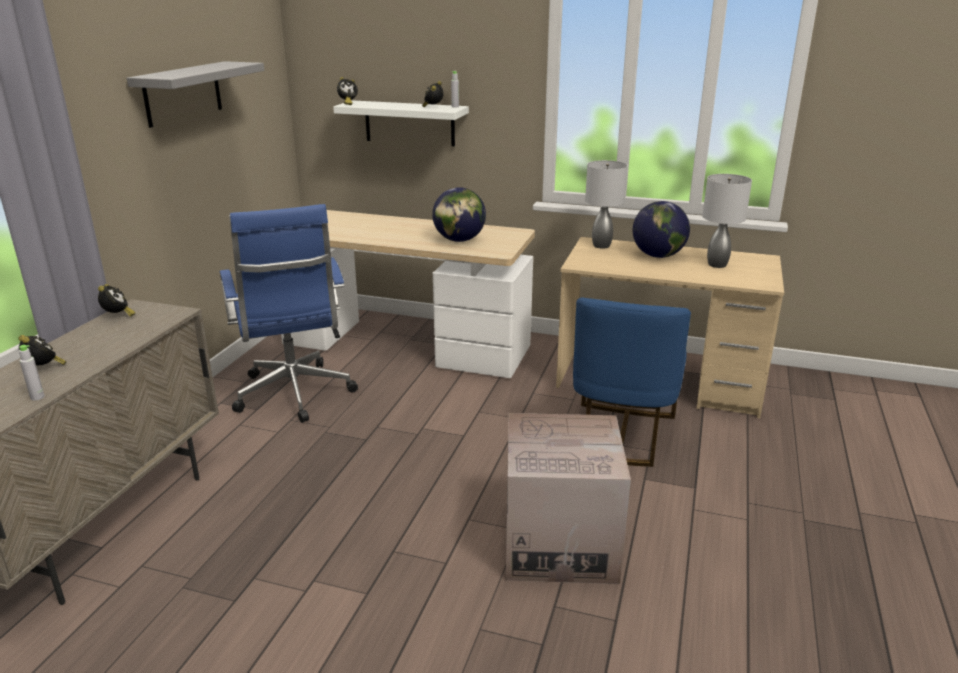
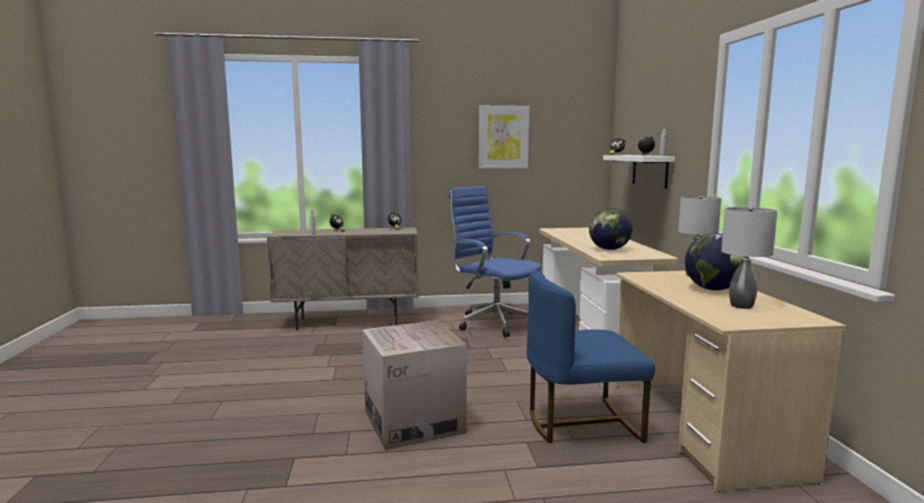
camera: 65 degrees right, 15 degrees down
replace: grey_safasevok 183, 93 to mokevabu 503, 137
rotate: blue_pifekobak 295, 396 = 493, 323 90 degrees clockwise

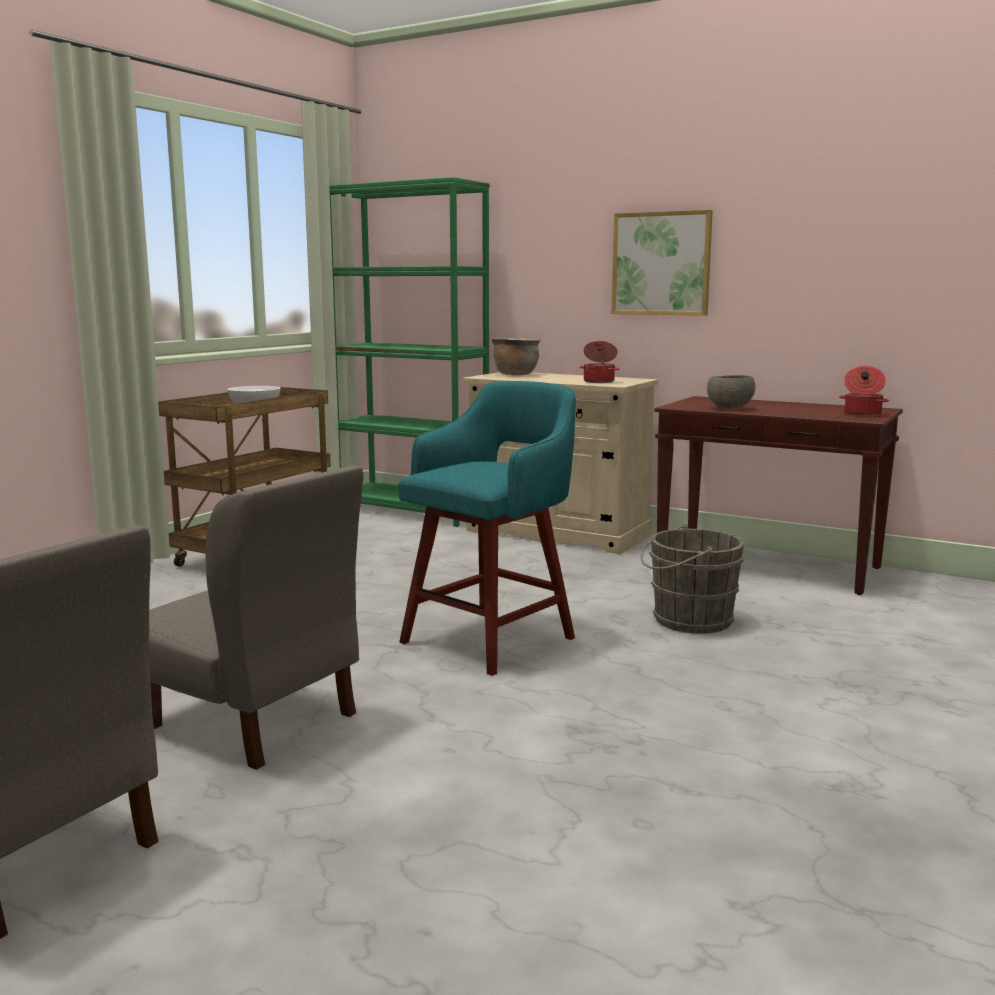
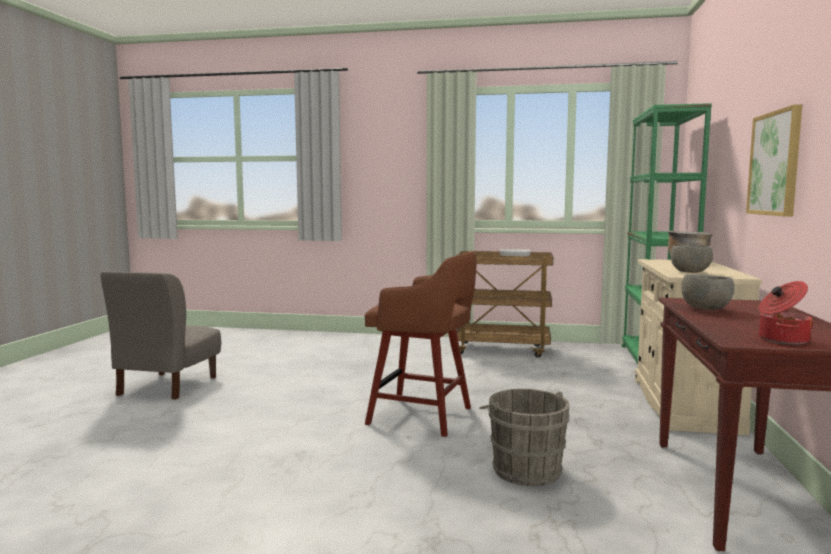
camera: 70 degrees right, 5 degrees down
delete: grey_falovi 254, 720
replace: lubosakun 599, 381 to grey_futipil 690, 272
recolor: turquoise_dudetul 492, 639 to brown_dudetul 423, 416

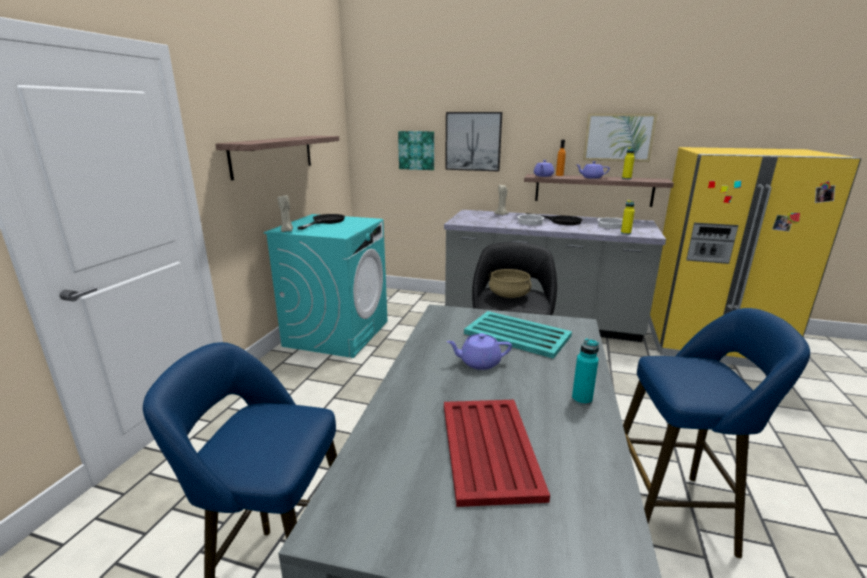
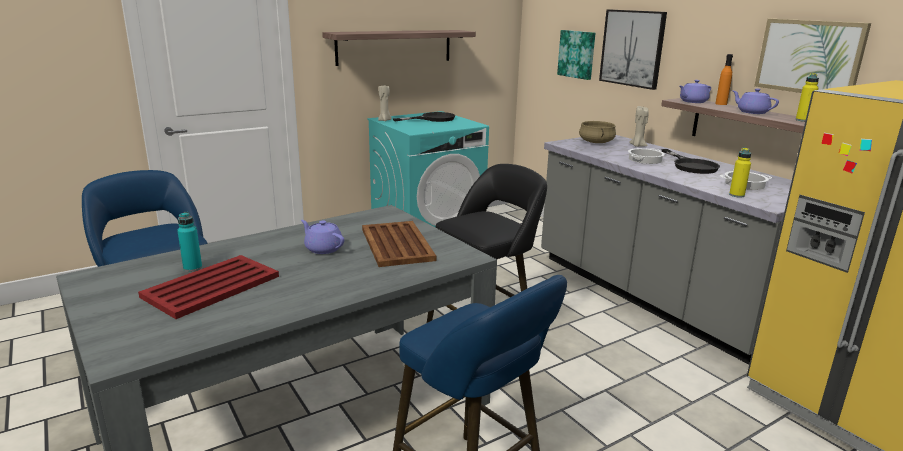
camera: 40 degrees right, 0 degrees up
move: beige_lubosakun 508, 295 to 596, 142; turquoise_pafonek 582, 399 to 192, 268
recolor: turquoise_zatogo 518, 335 to brown_zatogo 397, 245

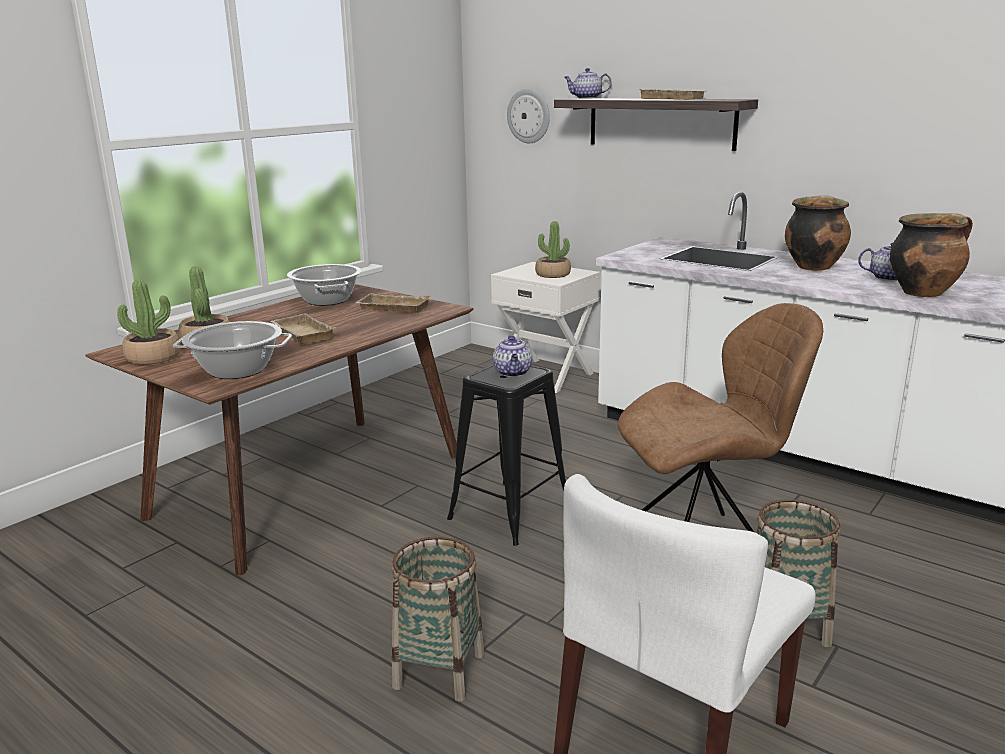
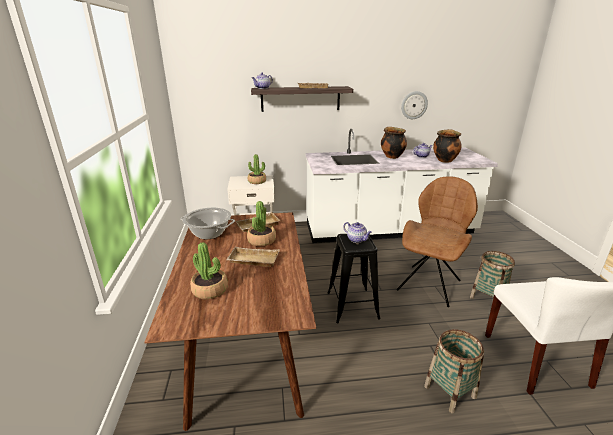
camera: 45 degrees left, 5 degrees up
delete: lubosakun 236, 370
move: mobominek 529, 116 to 414, 105; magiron 153, 357 to 261, 240

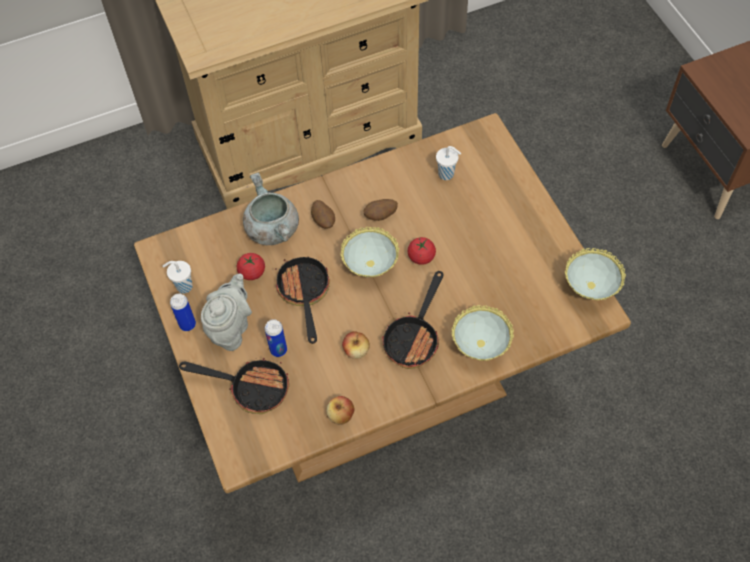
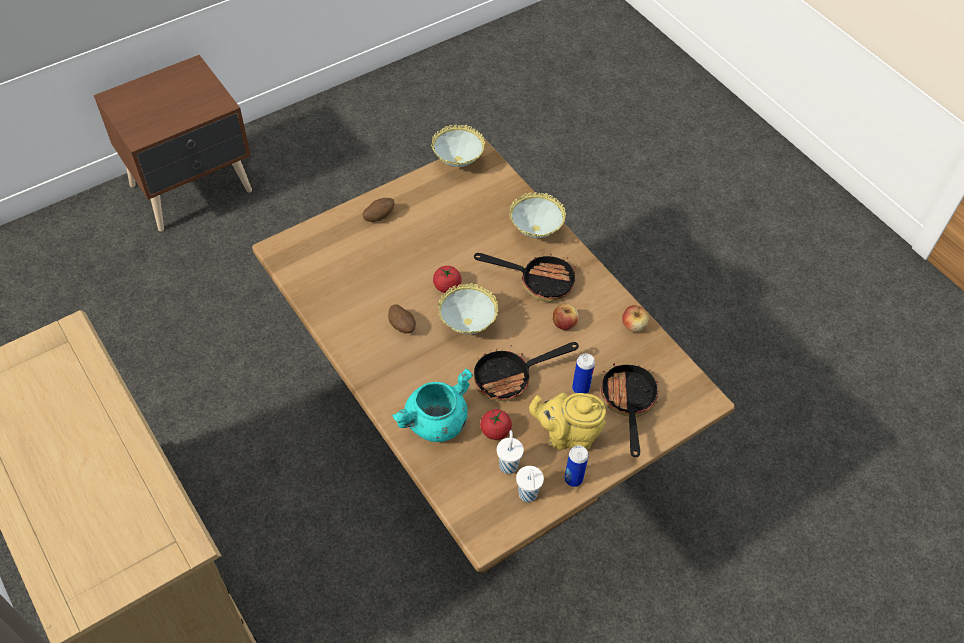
camera: 105 degrees left, 5 degrees down
move: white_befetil 447, 174 to 508, 465; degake 324, 221 to 379, 216
recolor: grey_lubosakun 272, 229 to turquoise_lubosakun 435, 423; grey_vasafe 231, 328 to yellow_vasafe 567, 436

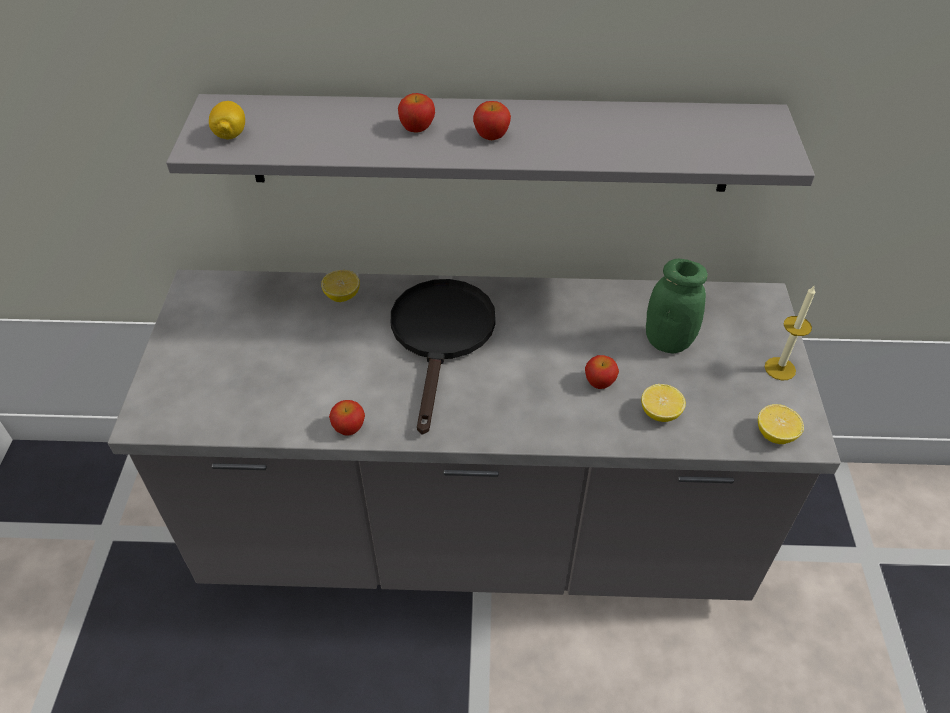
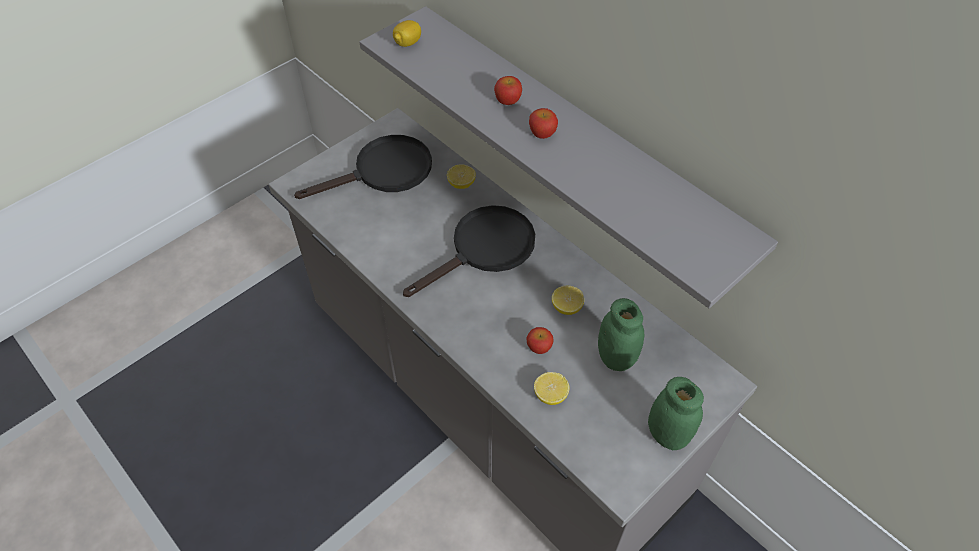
camera: 45 degrees right, 5 degrees up
delete: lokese 349, 428
insert: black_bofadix 383, 172
move: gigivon 775, 434 to 566, 307
replace: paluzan 780, 368 to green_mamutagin 667, 434

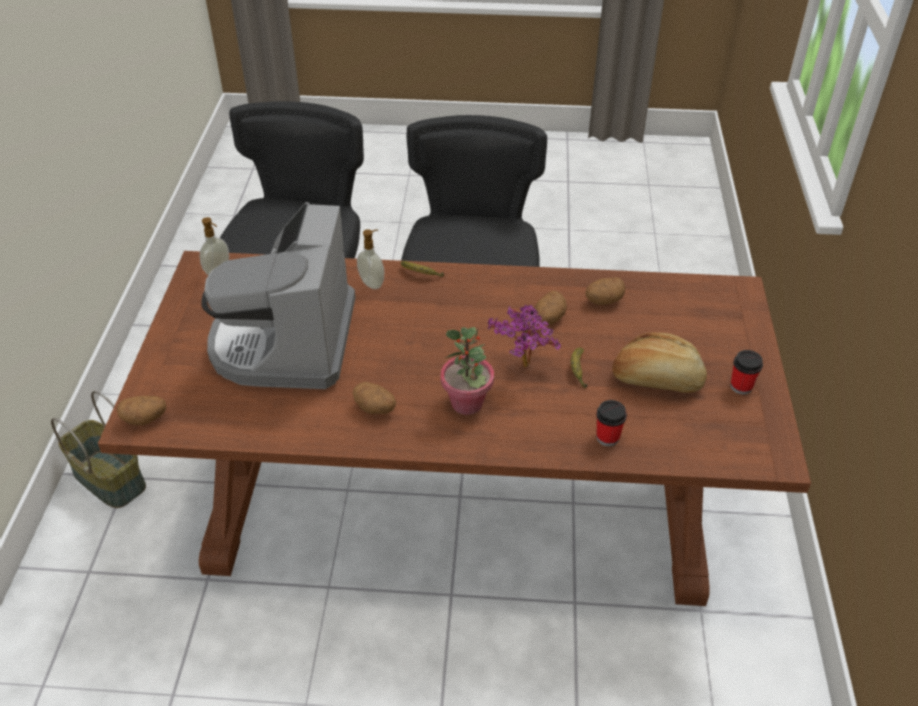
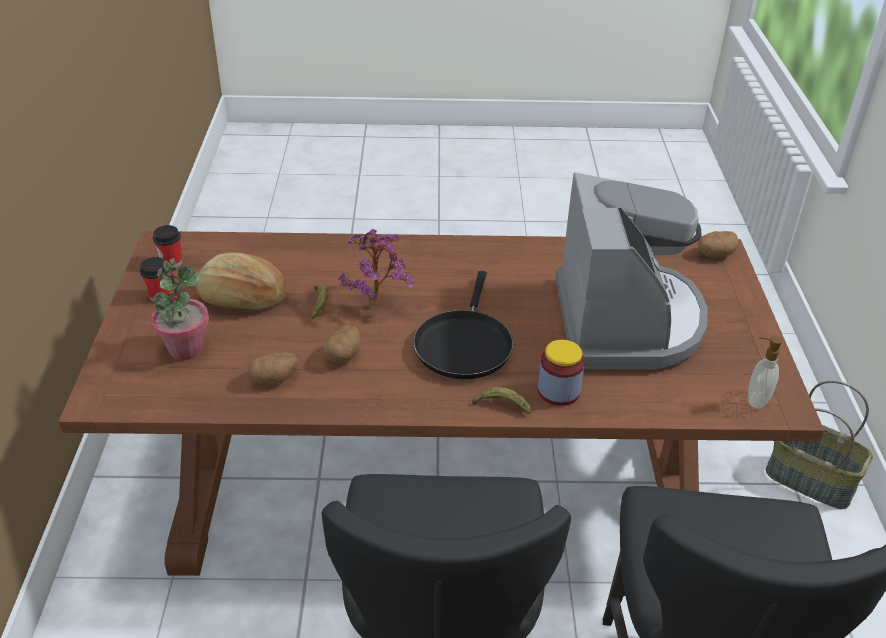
camera: 175 degrees right, 5 degrees down
delete: degake 375, 408
insert: black_bofadix 464, 344
move: magiron 467, 403 to 185, 349; befetil 607, 437 to 171, 262
replace: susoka 372, 283 to mamutagin 558, 391

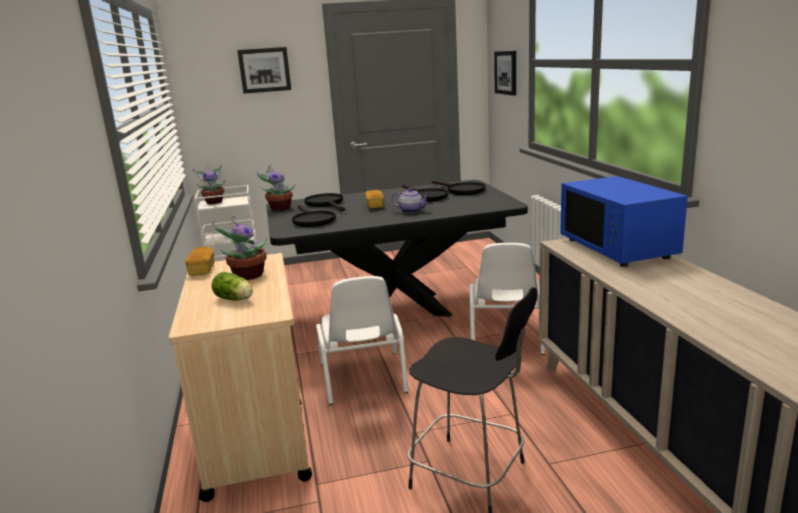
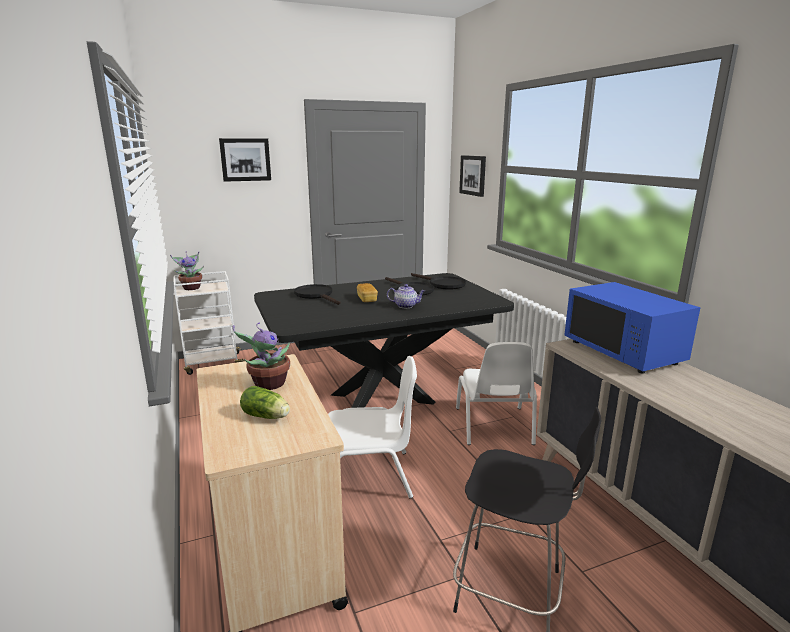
camera: 10 degrees left, 0 degrees up
delete: magiron 279, 208; black_bofadix 312, 220; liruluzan 202, 270
rotate: white_falovi 363, 378 = 369, 476 75 degrees counterclockwise

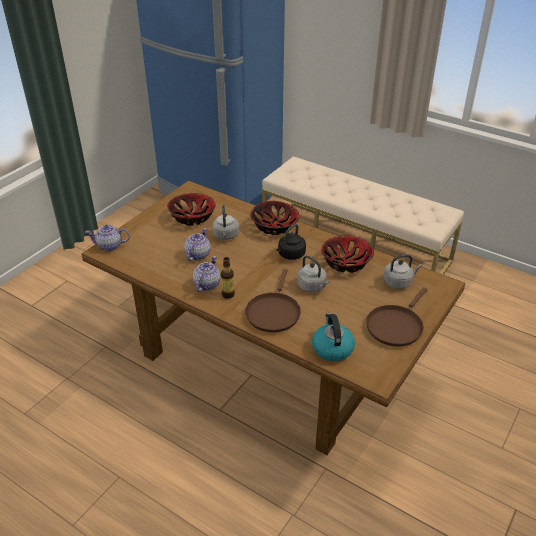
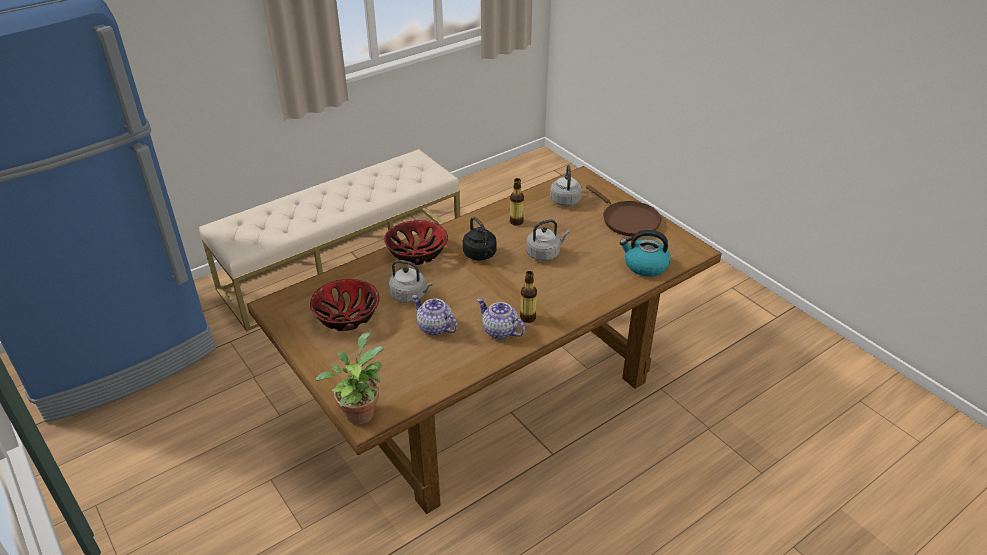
camera: 70 degrees left, 0 degrees up
delete: brown_bofadix 273, 312
replace: vasafe 109, 246 to magiron 359, 411; futipil 346, 262 to pafonek 516, 222

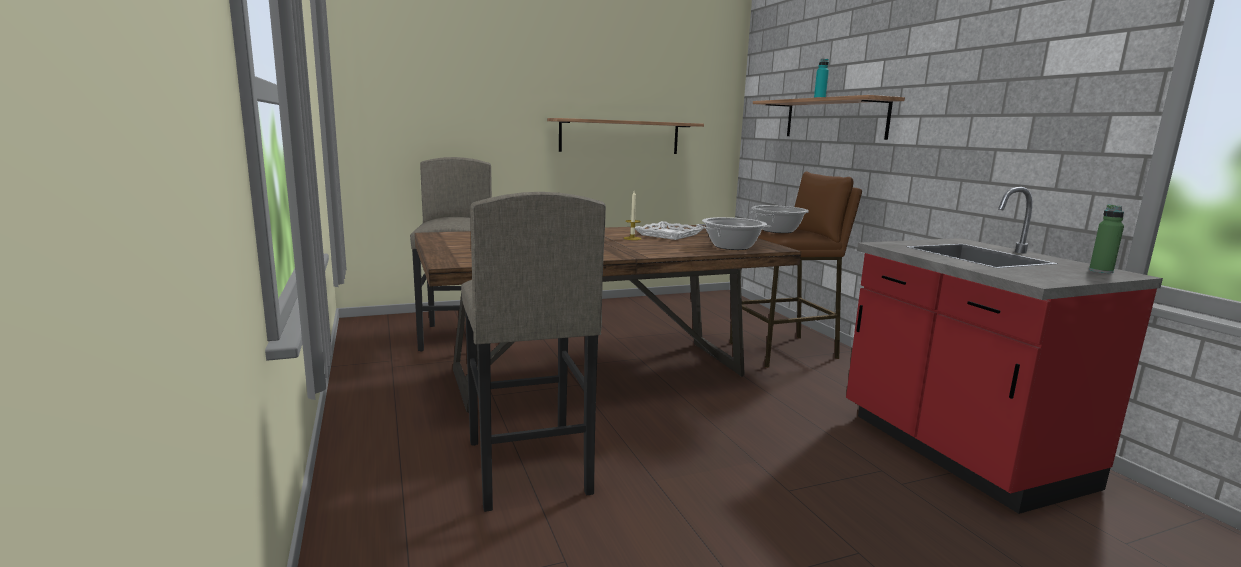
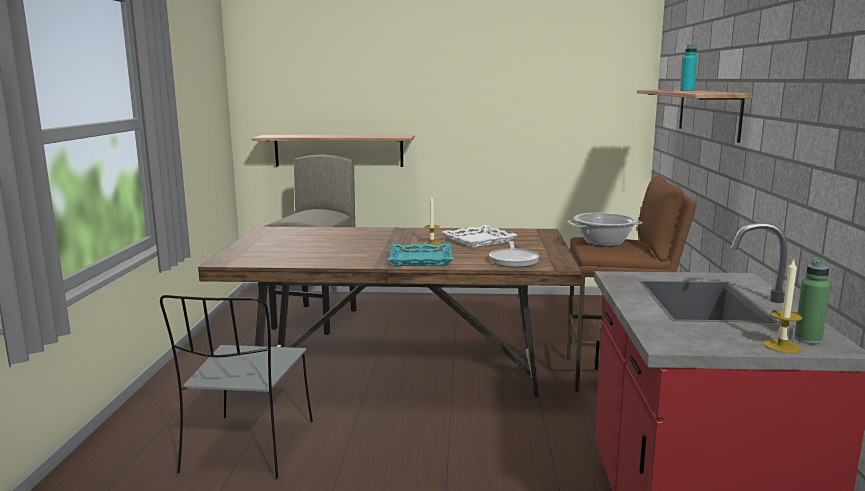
camera: 25 degrees right, 0 degrees up
insert: turquoise_zatogo 420, 260; paluzan 782, 346
move: safasevok 620, 137 to 338, 150
replace: grey_dudetul 527, 467 to grey_falovi 248, 448; lubosakun 732, 246 to bofadix 514, 260

